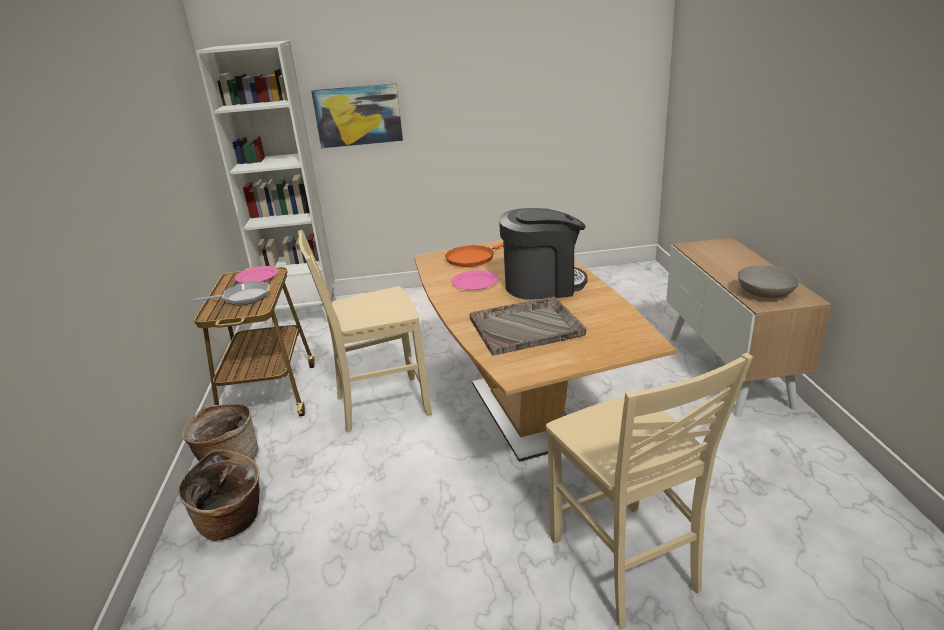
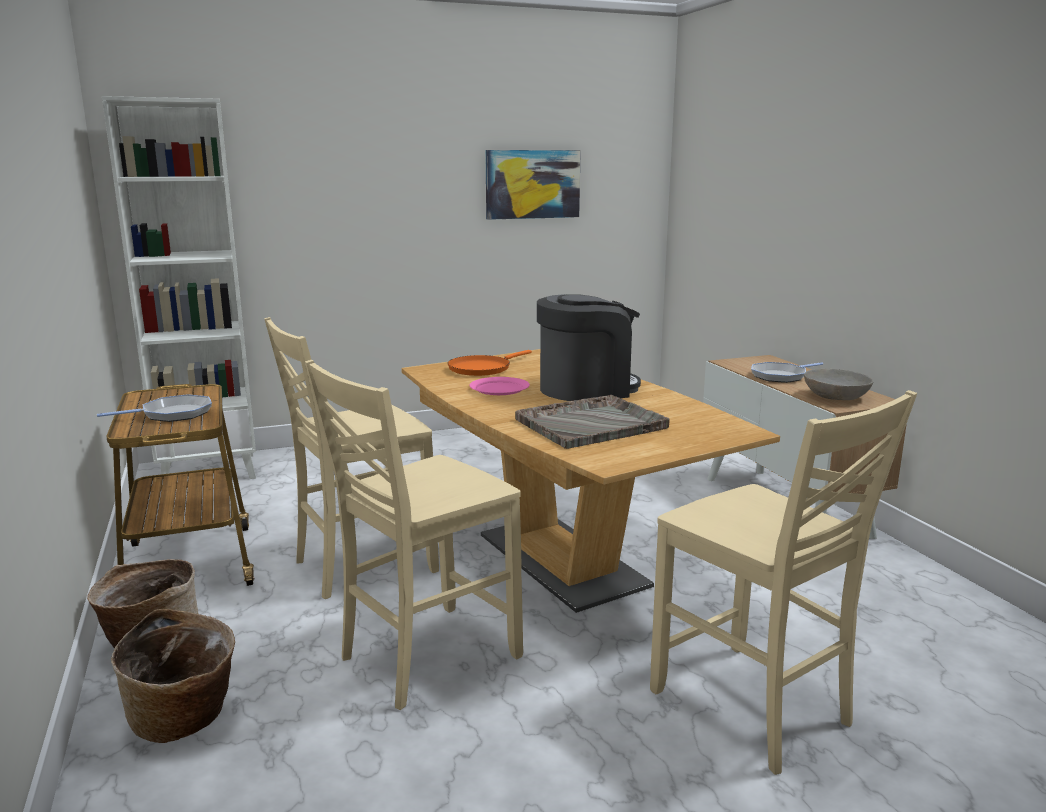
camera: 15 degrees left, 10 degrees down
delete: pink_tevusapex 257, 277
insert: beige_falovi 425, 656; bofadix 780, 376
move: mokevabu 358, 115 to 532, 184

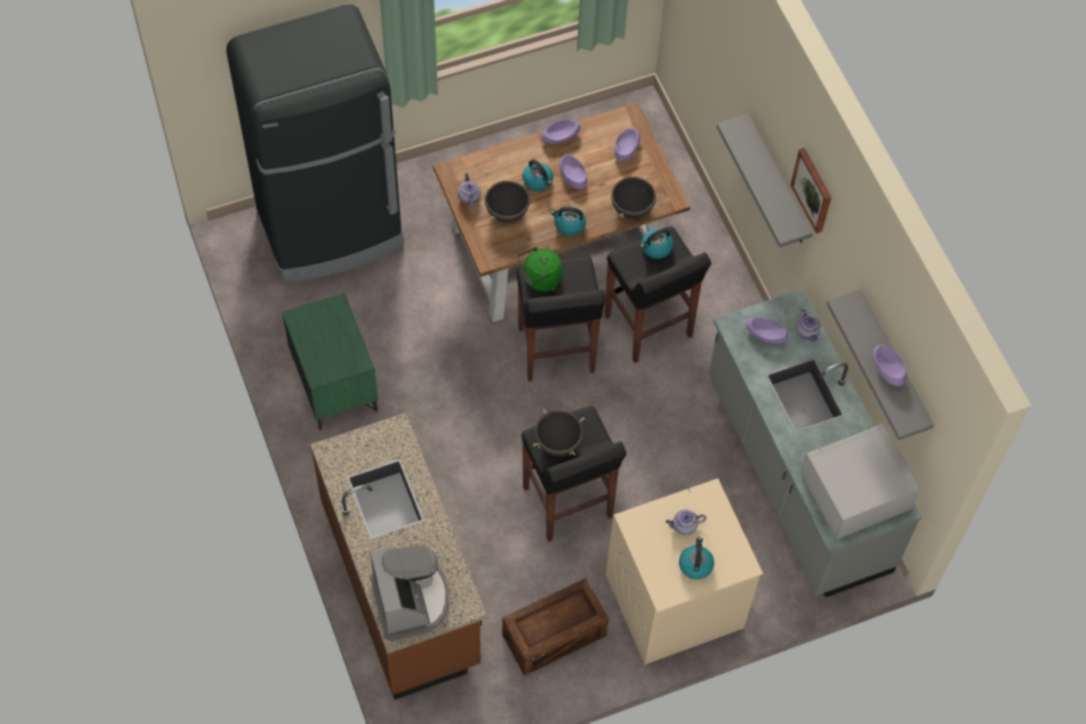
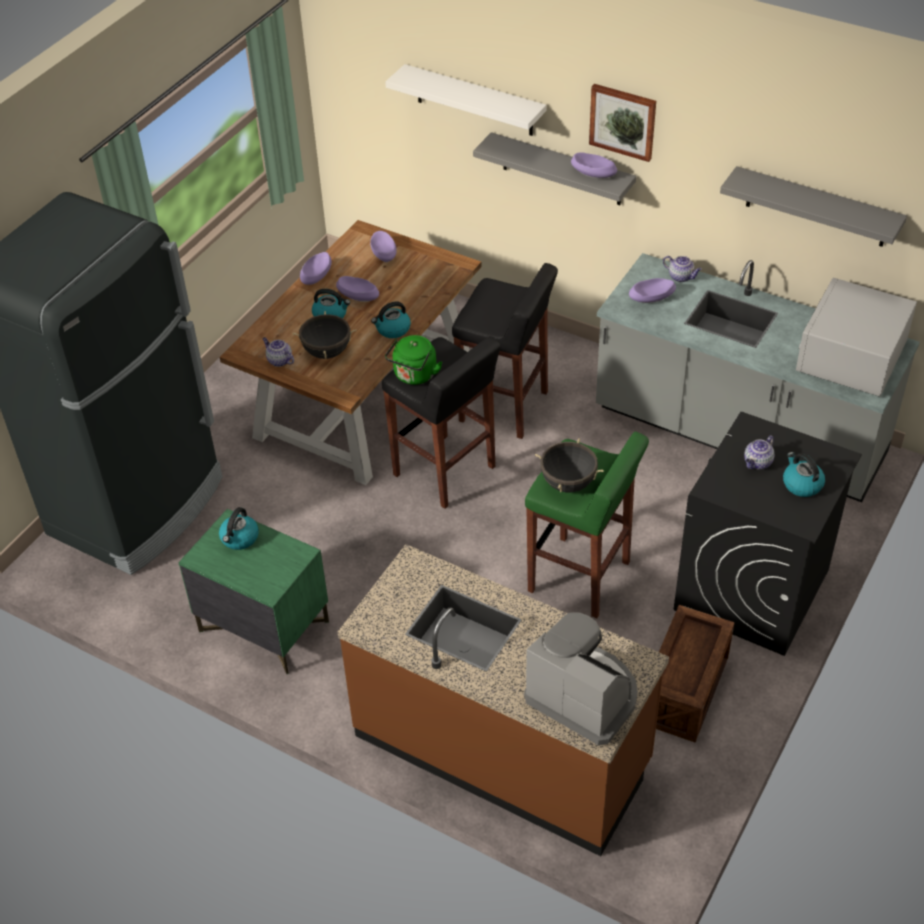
camera: 35 degrees left, 15 degrees down
delete: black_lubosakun 632, 208
insert: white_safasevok 474, 101
move: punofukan 656, 248 to 239, 538; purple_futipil 887, 370 to 593, 173
recolor: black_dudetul 568, 503 to green_dudetul 580, 577; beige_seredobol 673, 602 to black_seredobol 751, 590

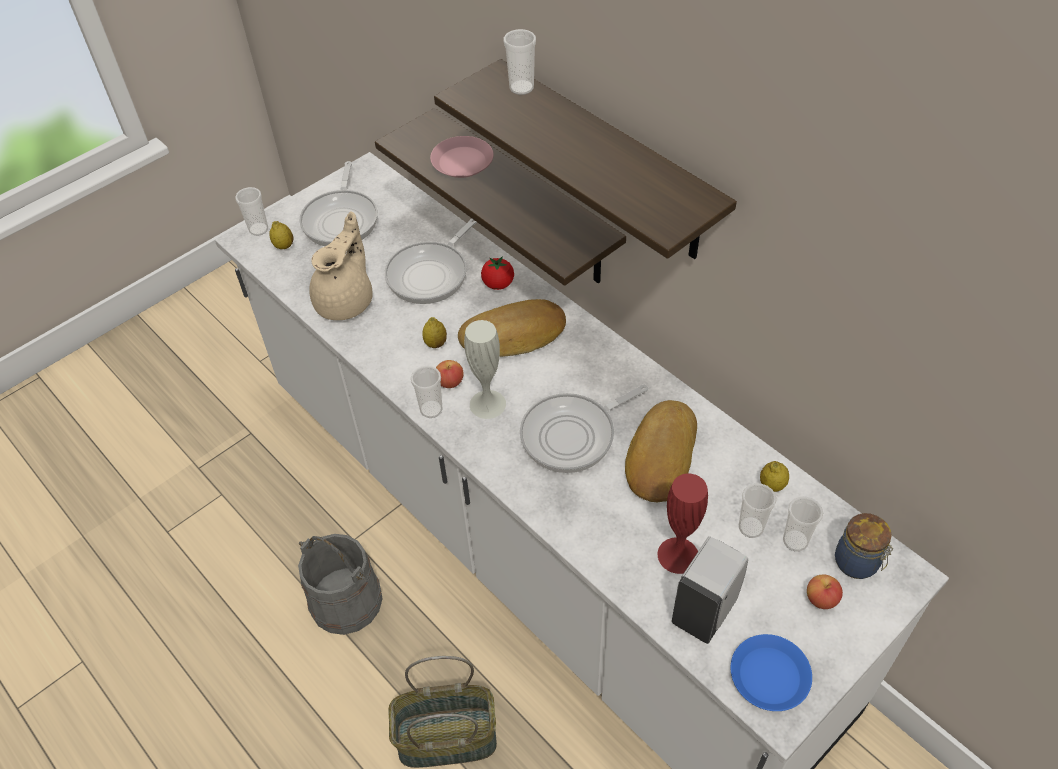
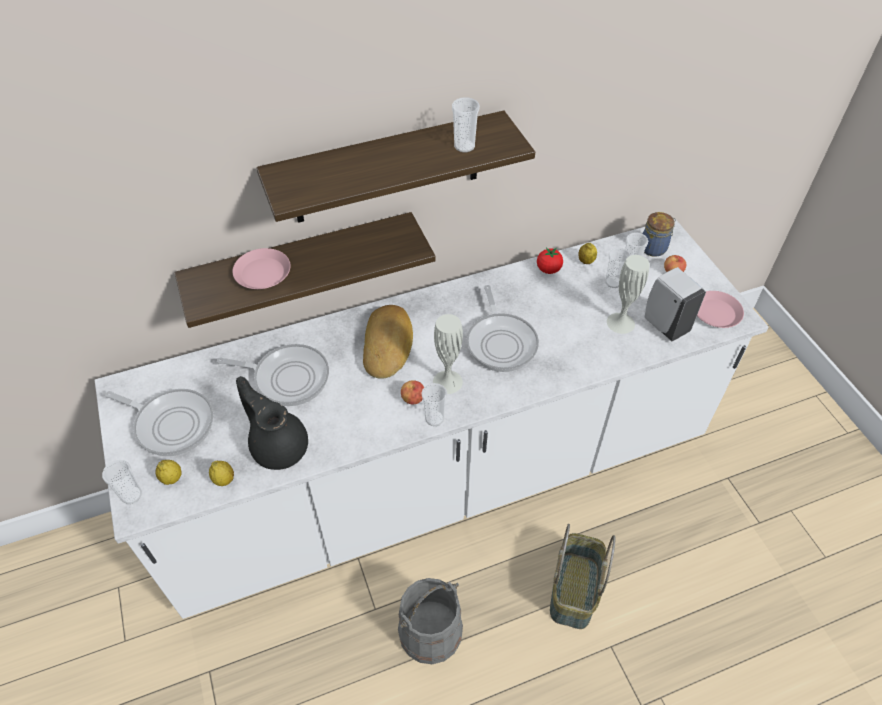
camera: 70 degrees left, 0 degrees up
delete: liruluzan 659, 456
move: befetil 521, 88 to 464, 146; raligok 498, 284 to 548, 269; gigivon 435, 343 to 224, 480
recolor: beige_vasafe 346, 301 to black_vasafe 278, 446; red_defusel 678, 555 to white_defusel 620, 323; blue_tevusapex 769, 675 to pink_tevusapex 716, 313
rotate: bofadix 431, 274 = 287, 377 45 degrees counterclockwise

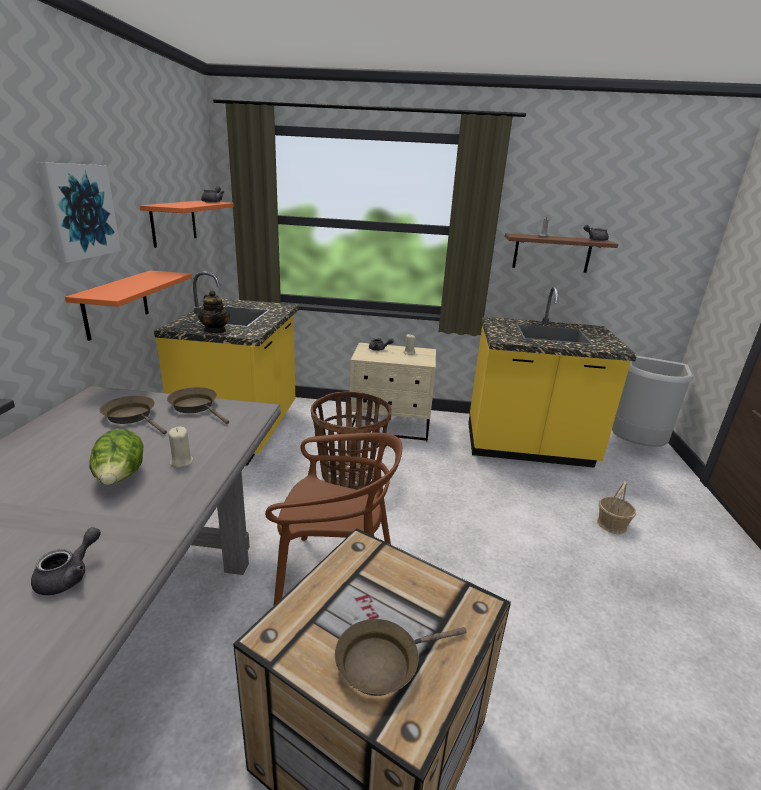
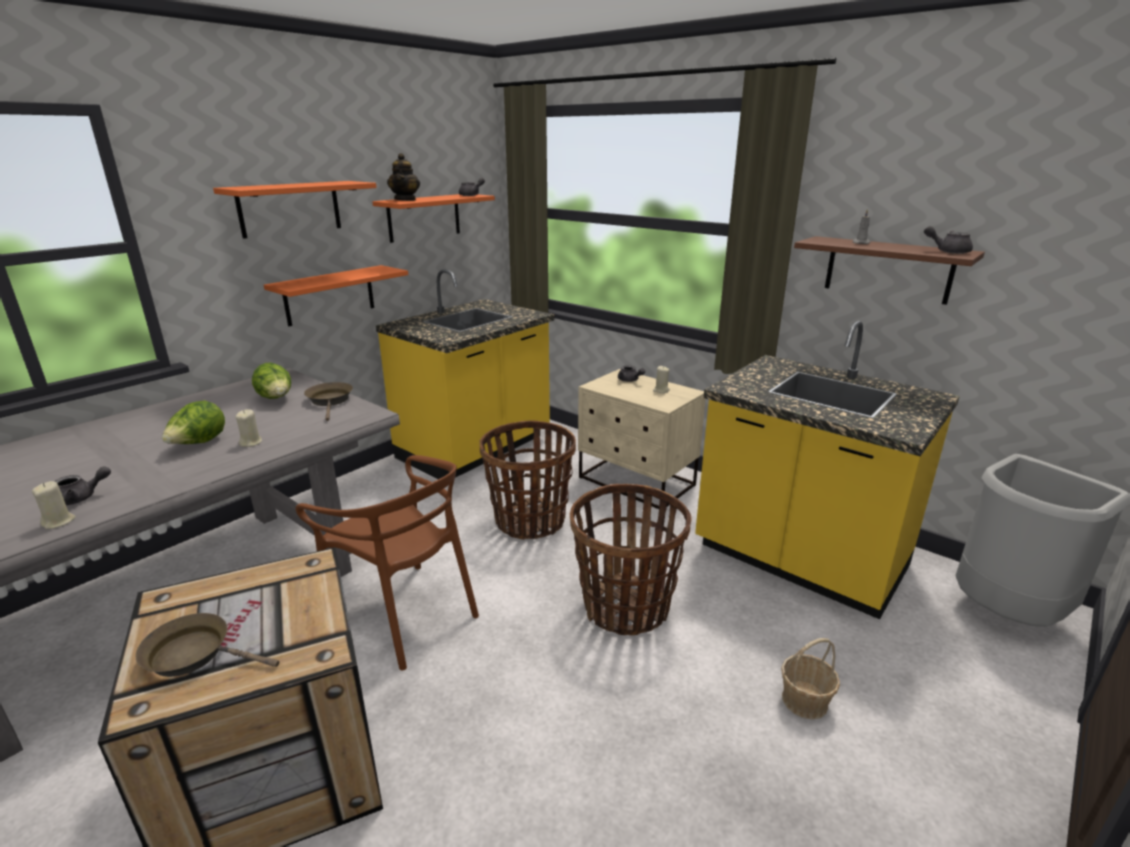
camera: 35 degrees right, 0 degrees up
insert: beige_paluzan 59, 522; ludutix 625, 607
move: vasafe 215, 331 to 405, 200
replace: mokevabu 79, 211 to orange_safasevok 290, 208; brown_bofadix 132, 417 to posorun 276, 399

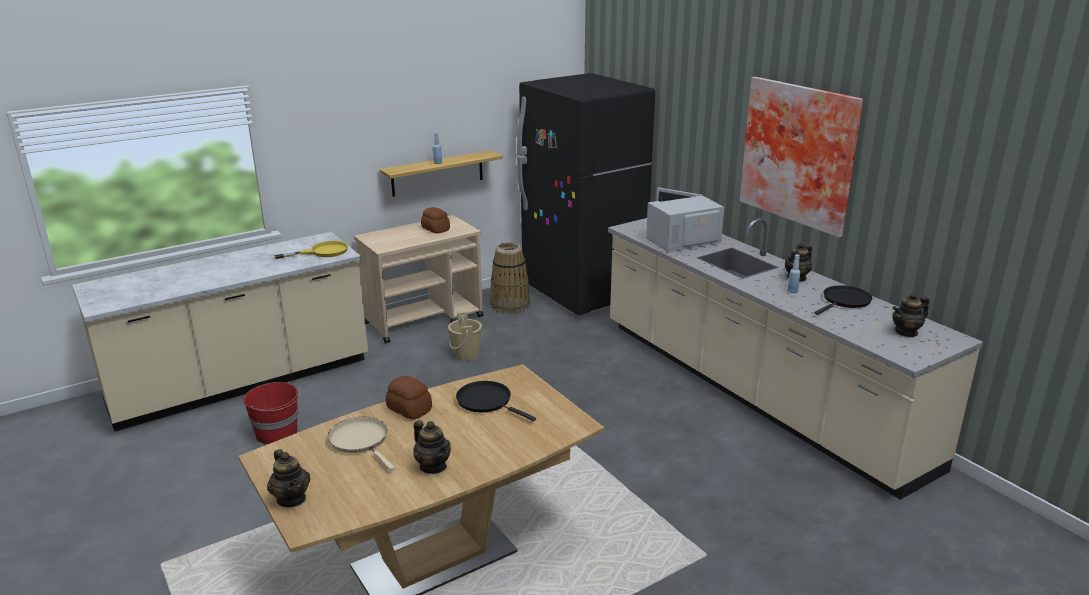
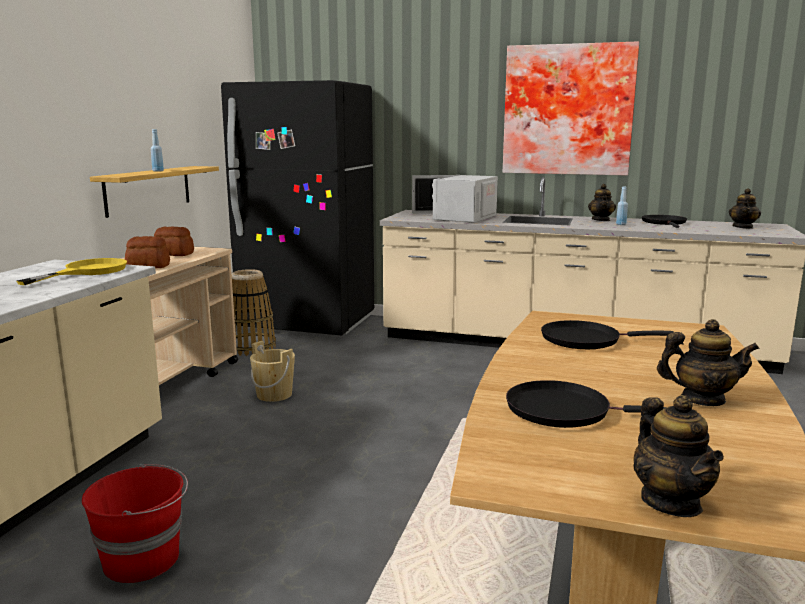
camera: 40 degrees left, 10 degrees down
move: liruluzan 409, 409 to 148, 266
recolor: beige_bofadix 361, 441 to black_bofadix 565, 411
rotate: vasafe 292, 499 = 671, 502 60 degrees clockwise

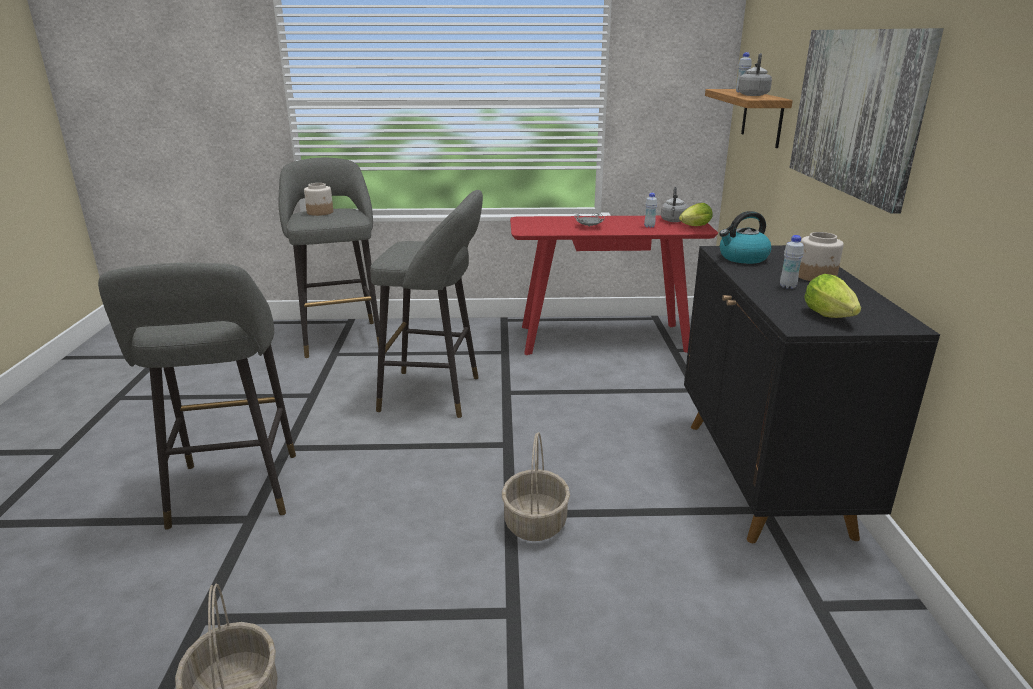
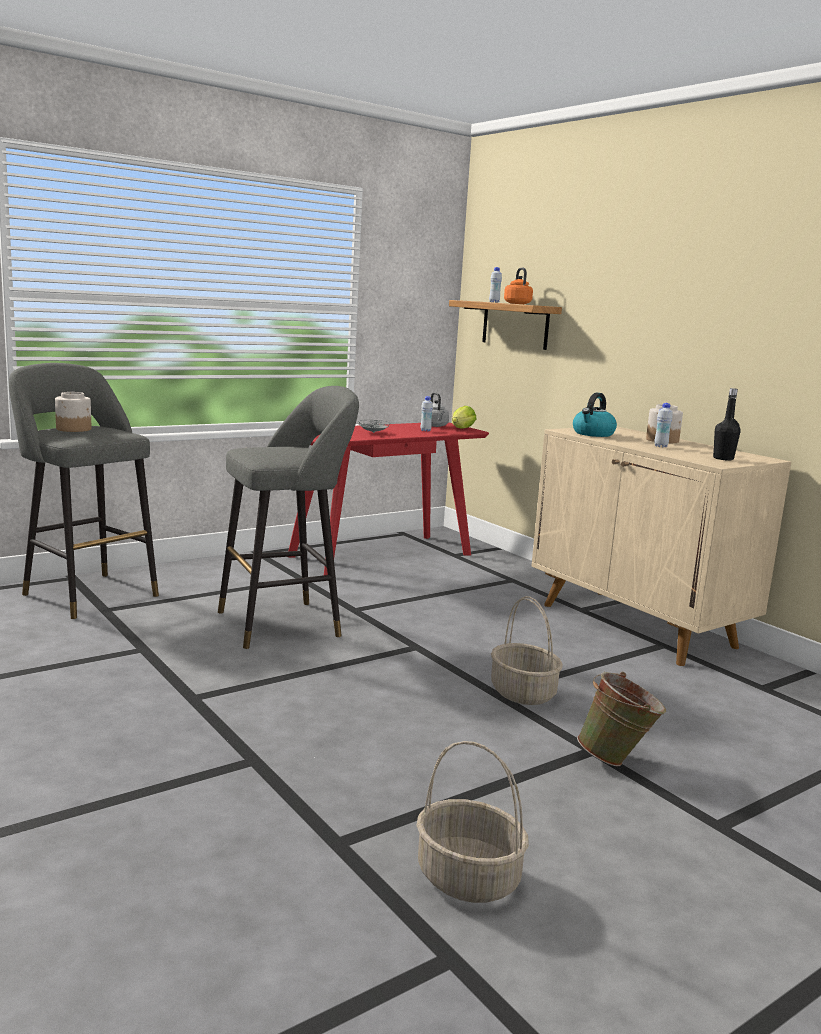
camera: 35 degrees left, 10 degrees down
delete: mokevabu 856, 111; grey_dudetul 233, 494
insert: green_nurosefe 617, 759
replace: posorun 831, 317 to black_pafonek 723, 458
recolor: grey_punofukan 753, 95 to orange_punofukan 516, 303; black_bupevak 765, 477 to beige_bupevak 638, 626

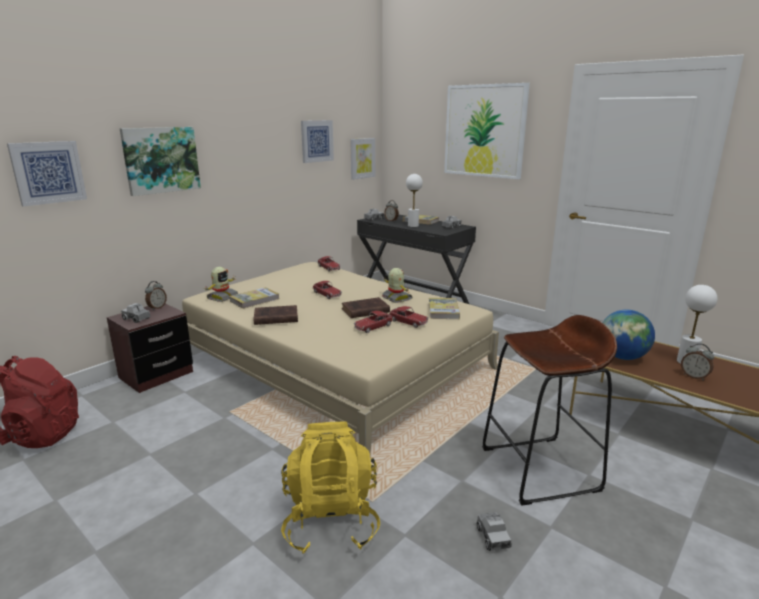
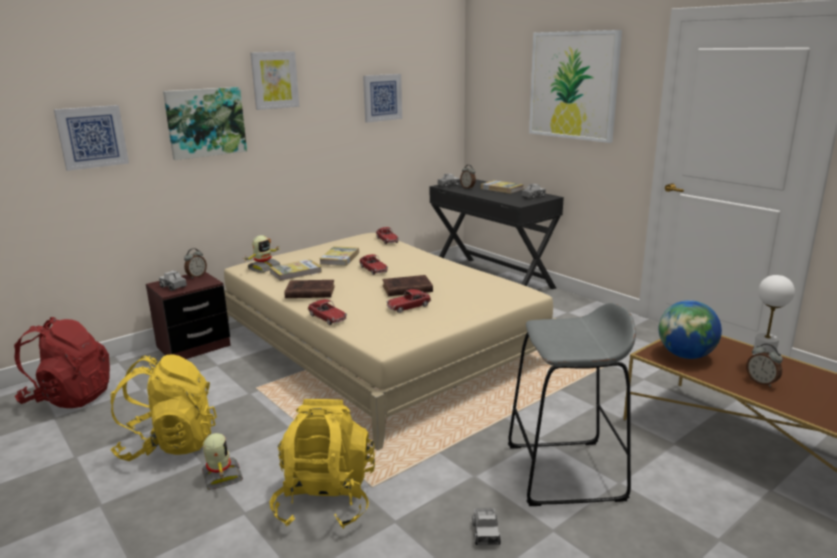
camera: 10 degrees right, 0 degrees up
delete: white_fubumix 413, 226
insert: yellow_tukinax 169, 444
move: mokevabu 362, 158 to 274, 80; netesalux 396, 298 to 221, 477; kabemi 443, 310 to 340, 258; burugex 408, 322 to 327, 318
recolor: brown_dudetul 540, 469 to grey_dudetul 565, 472

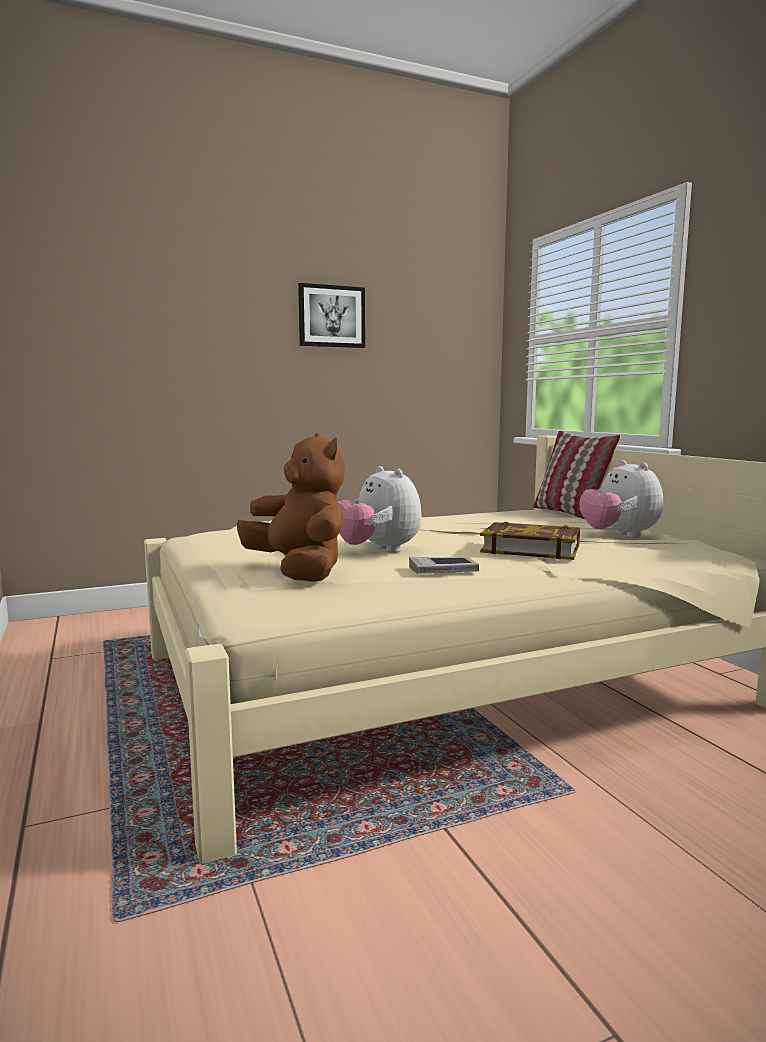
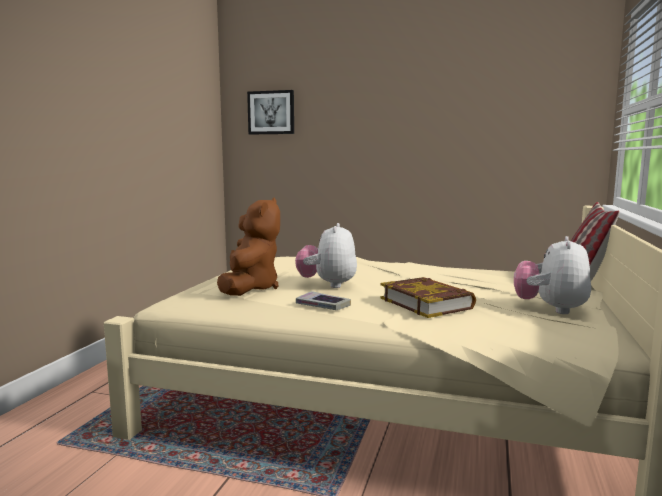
camera: 40 degrees right, 0 degrees up
move: mokevabu 331, 316 to 271, 112

